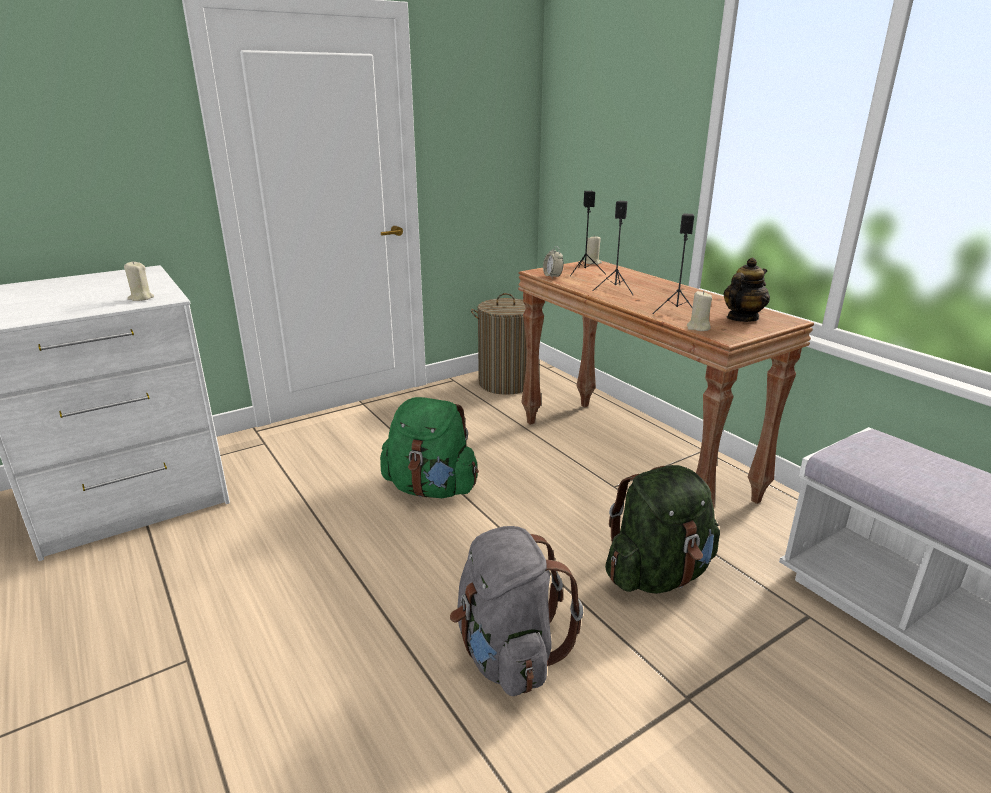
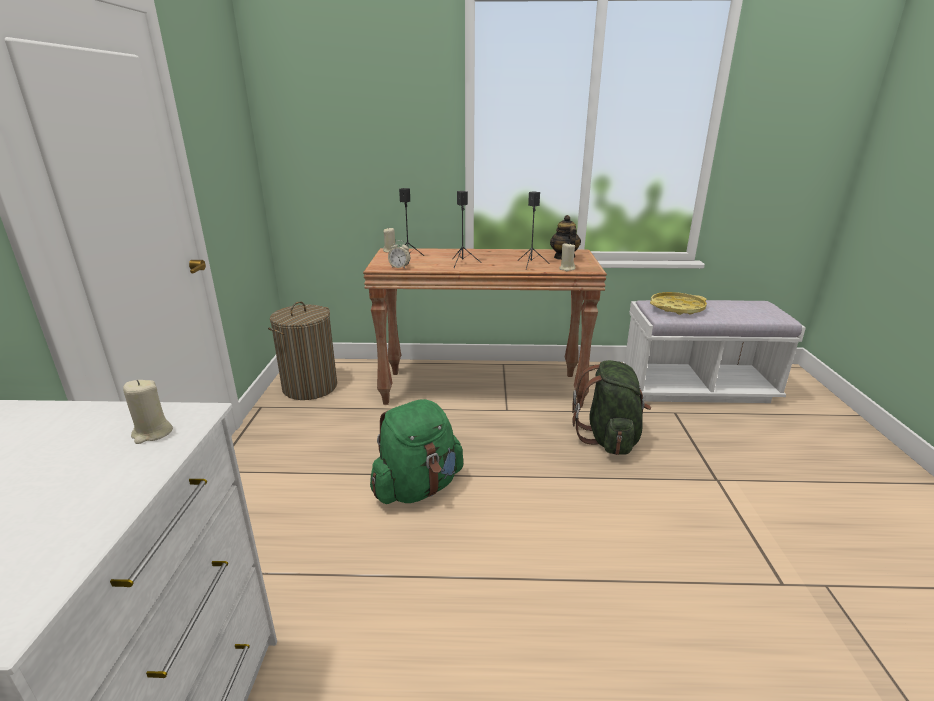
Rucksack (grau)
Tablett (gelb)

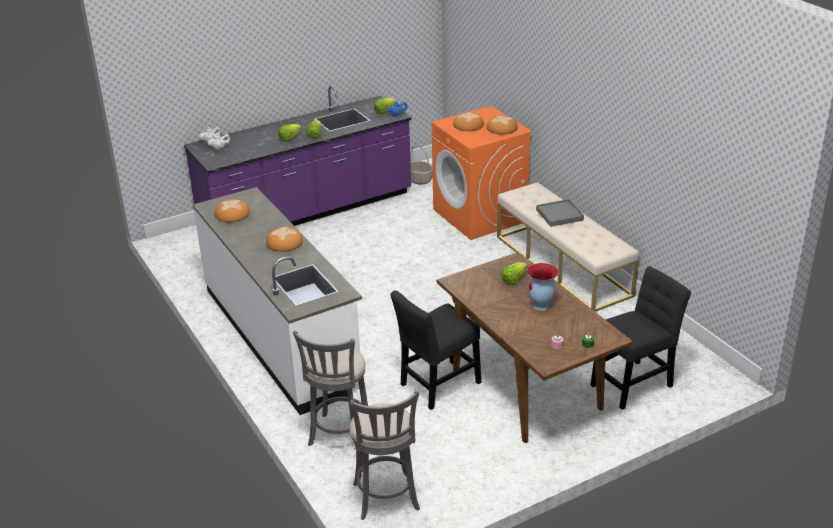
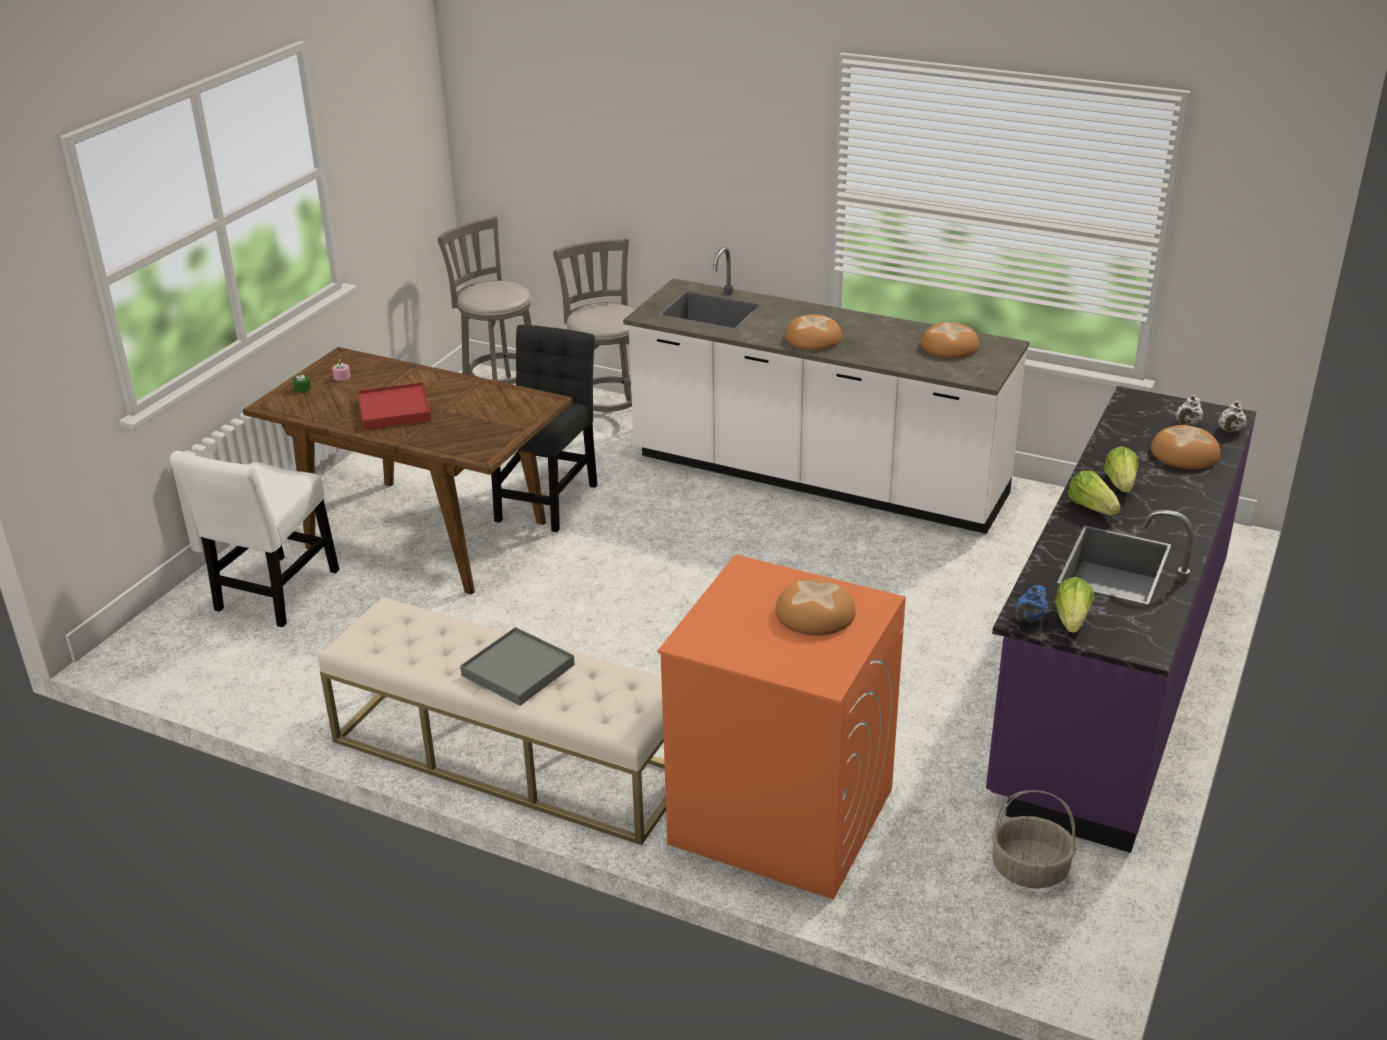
Brot (4th from left)
Salatkopf (4th from left in the first image)
Tablett (rot)
Stuhl (weiß)

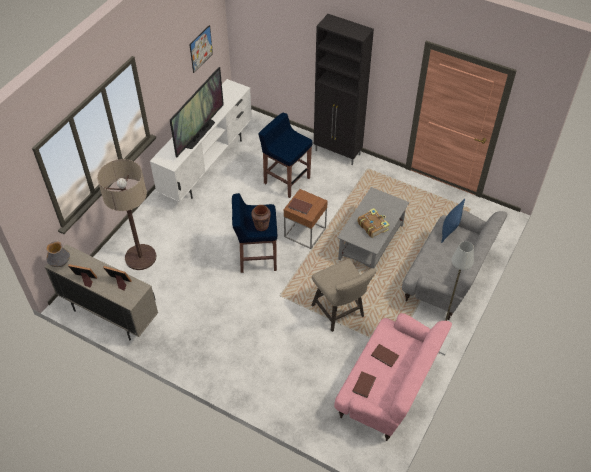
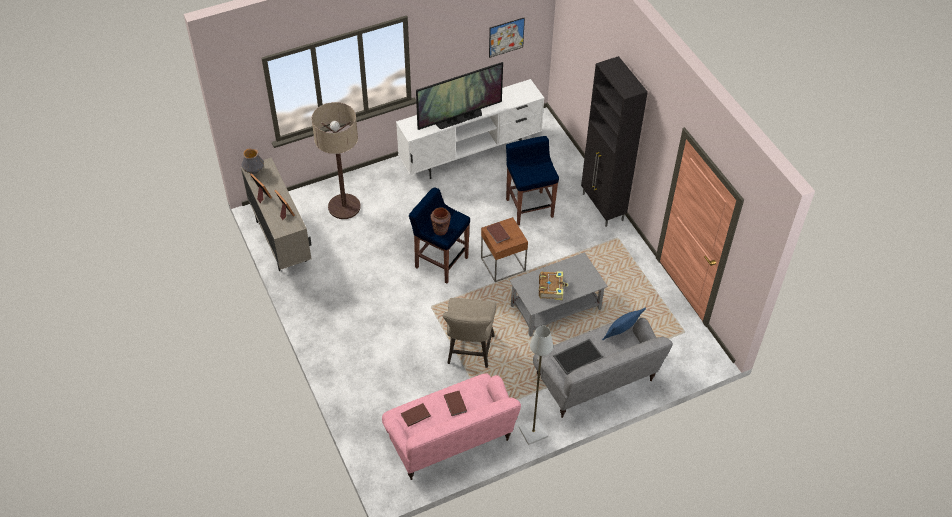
Tablett

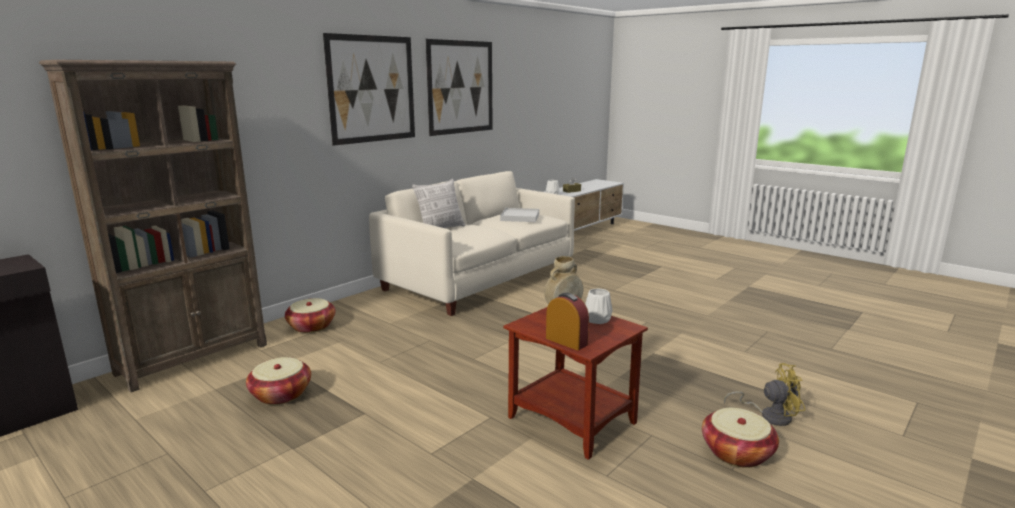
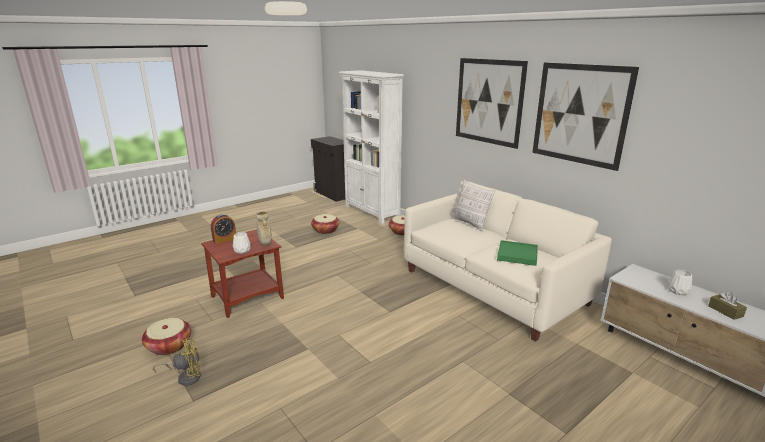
Bücherregal (weiß)
Tablett (grün)
Ventilator (gelb)

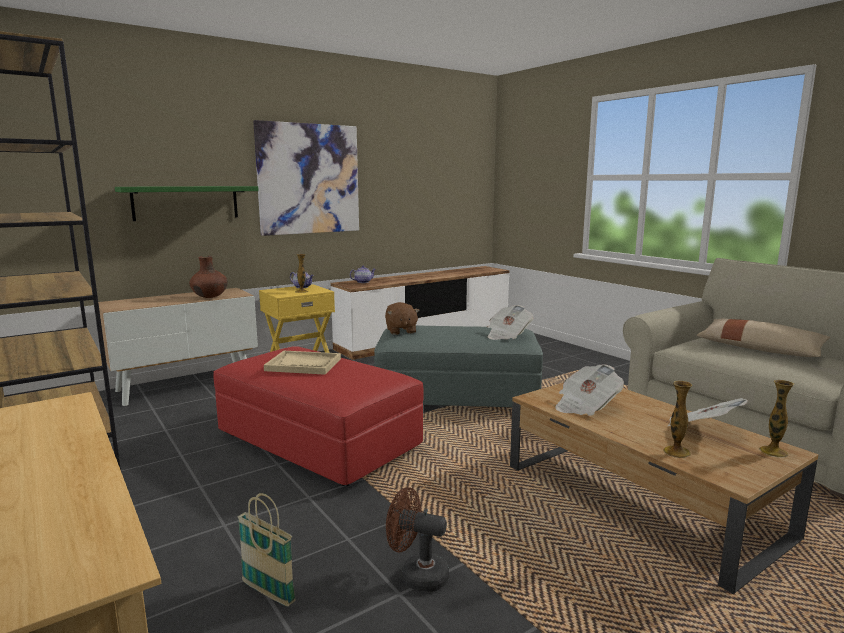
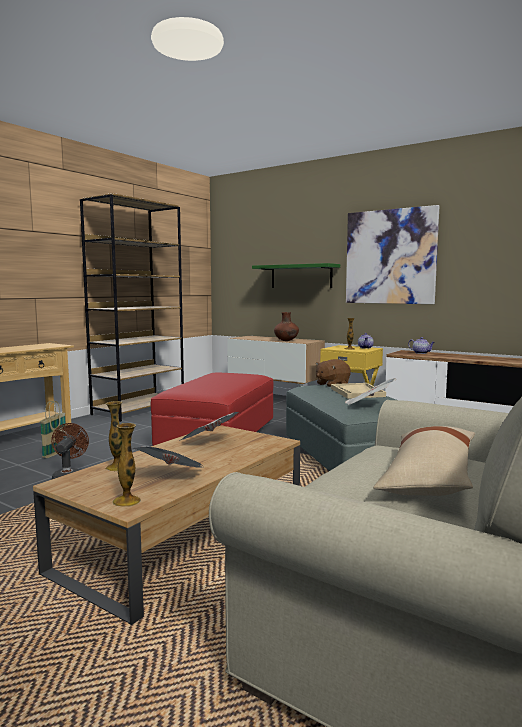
Tablett (beige)

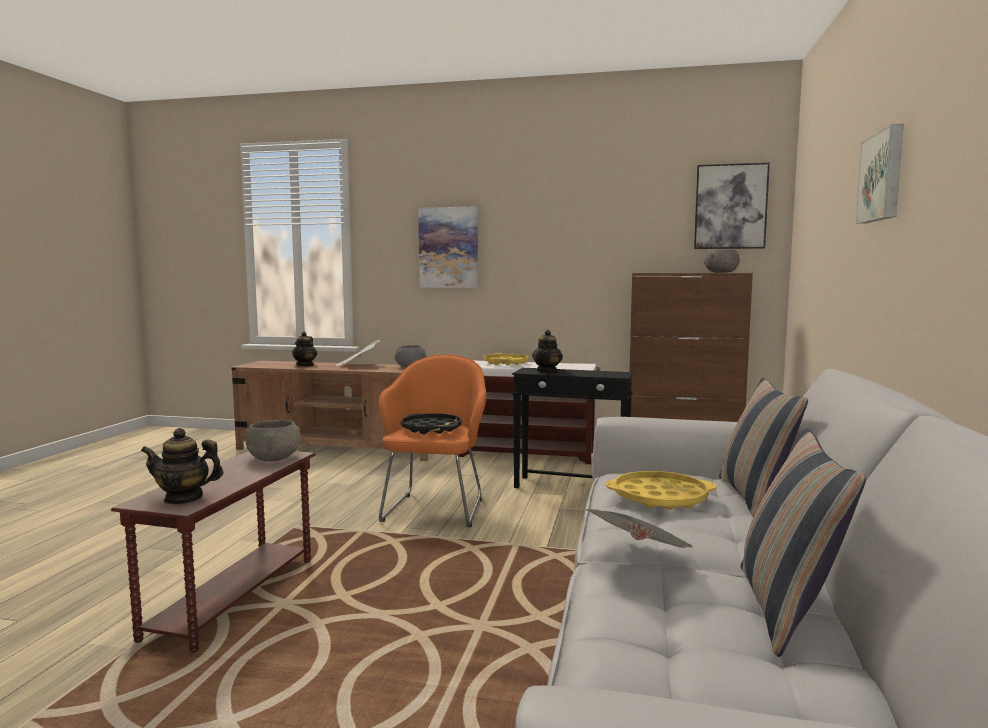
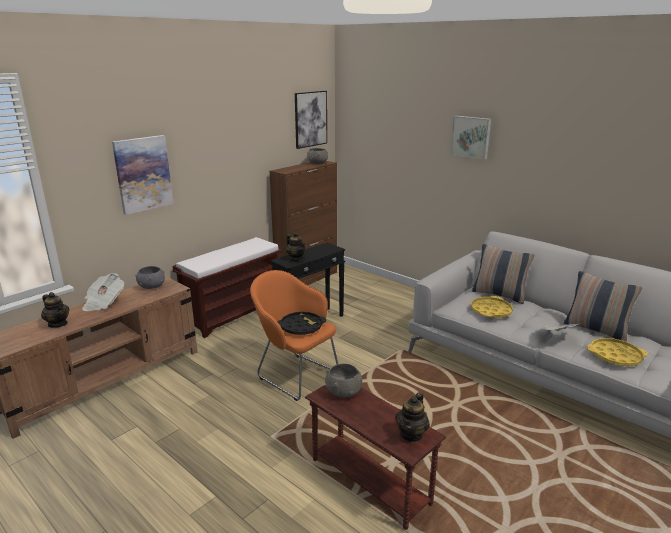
Tablett (gelb) (2nd from left)

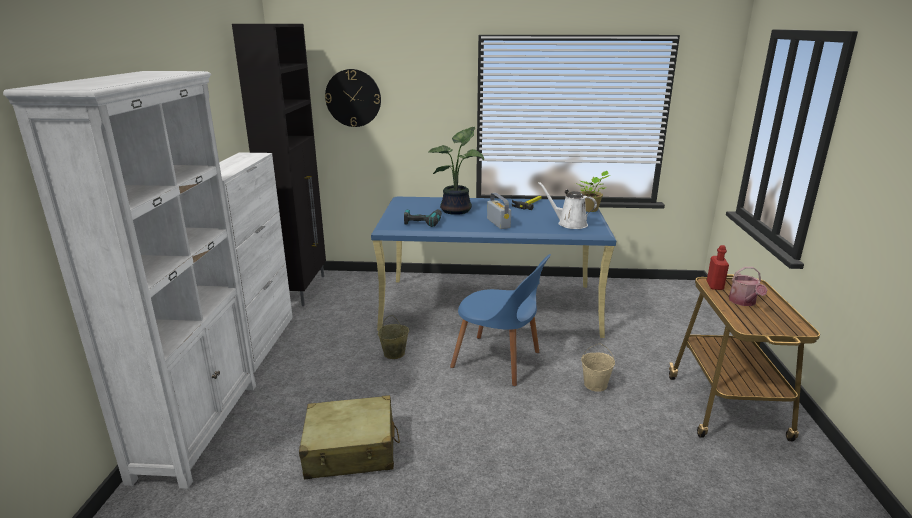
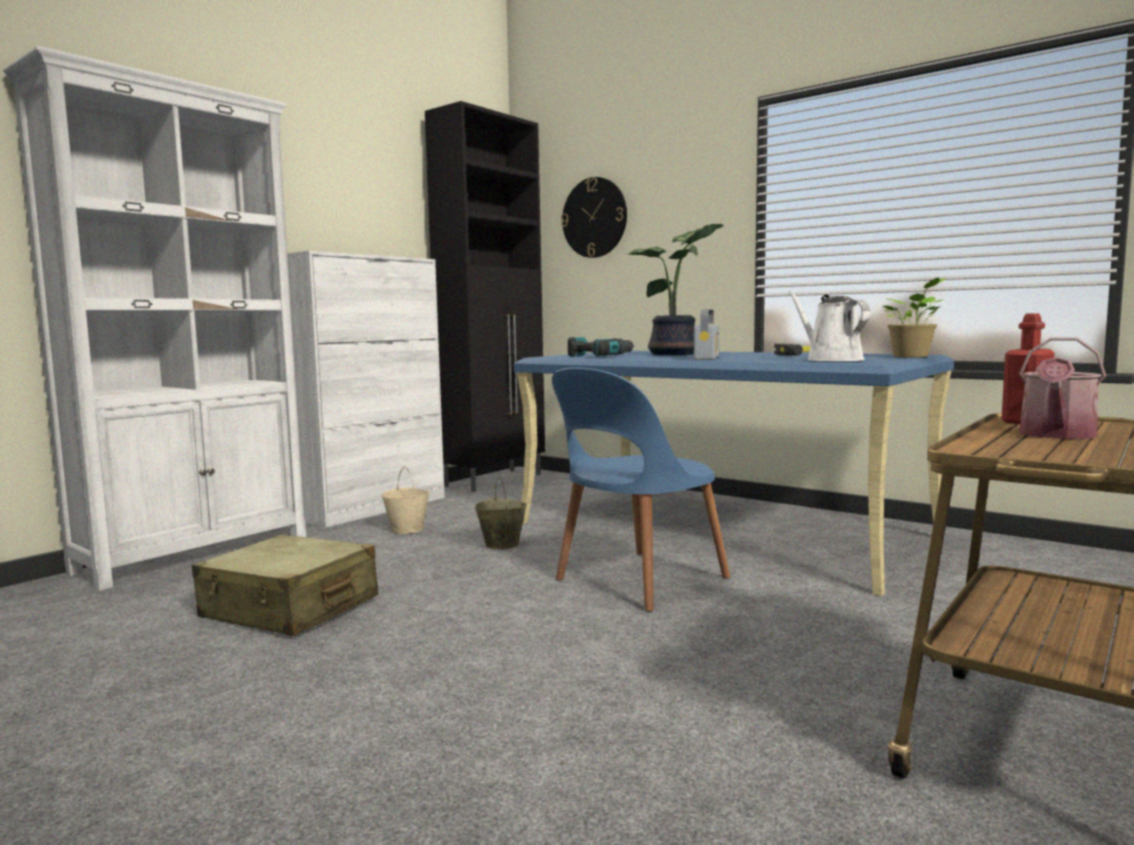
Stuhl (blau)
Eimer (beige) (1st from left)

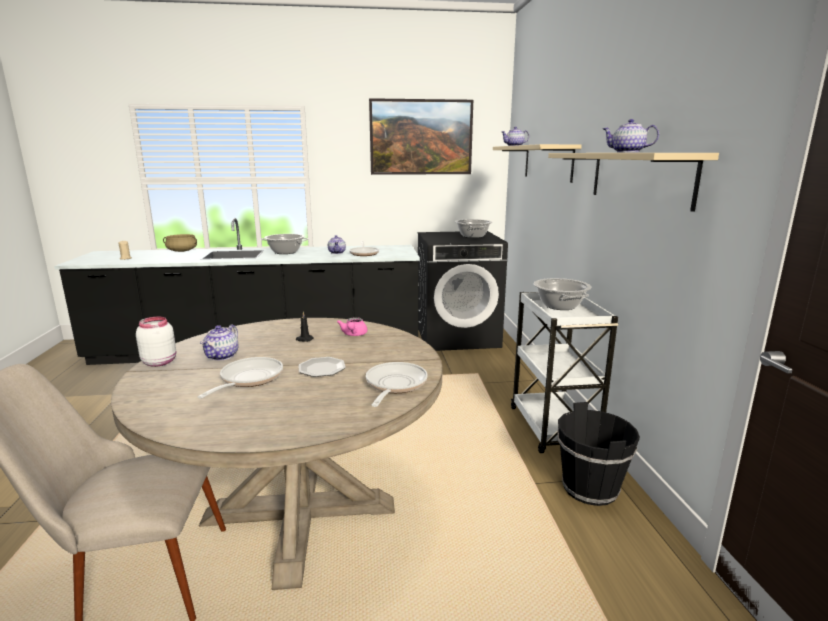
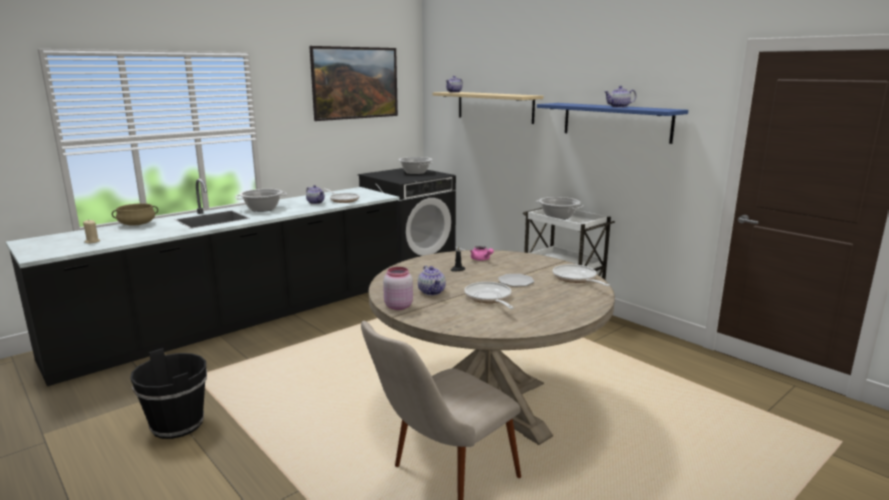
Vorratsglas (rosa)
Wandregal (blau)
Eimer (schwarz)

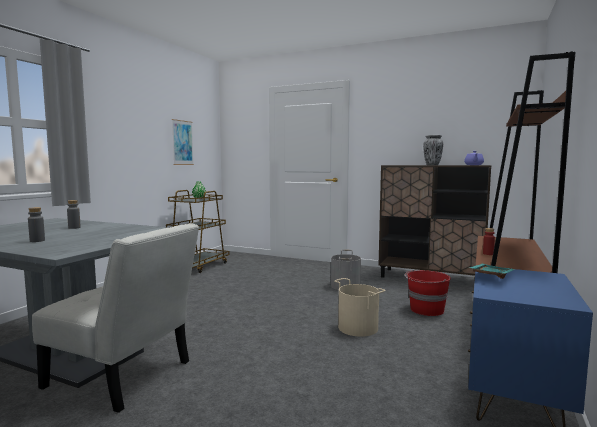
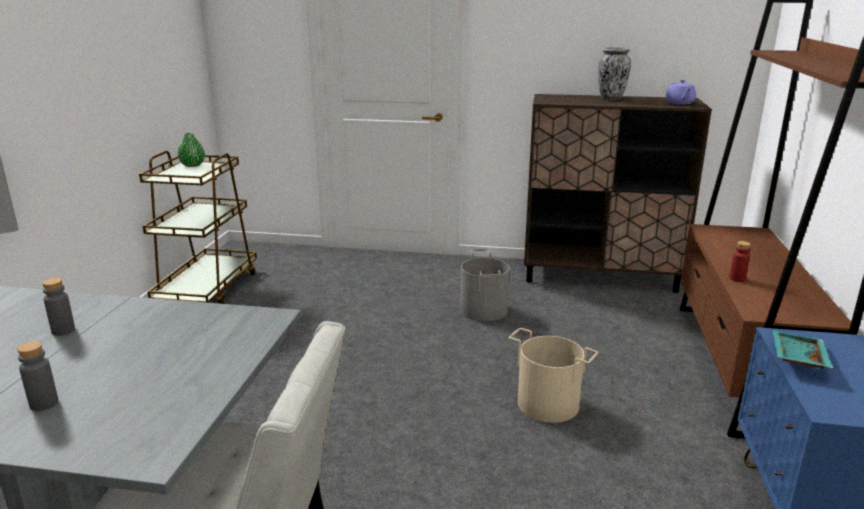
Bild
Eimer (rot)

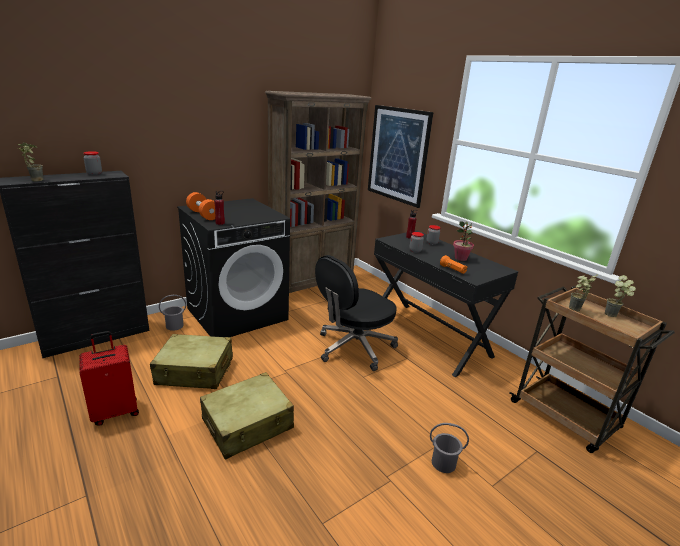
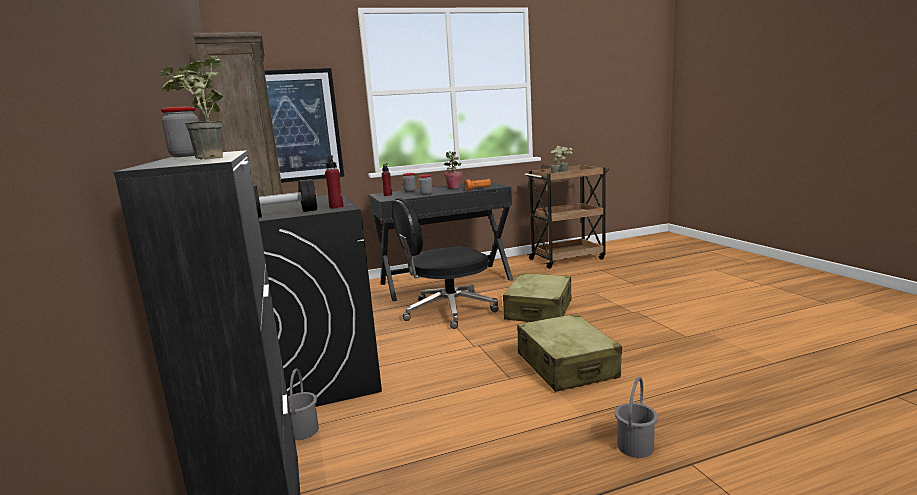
Koffer (rot)
Koffer (beige) (1st from left)
Hantel (schwarz)
Bürostuhl (schwarz)
Eimer (grau) (2nd from left)

